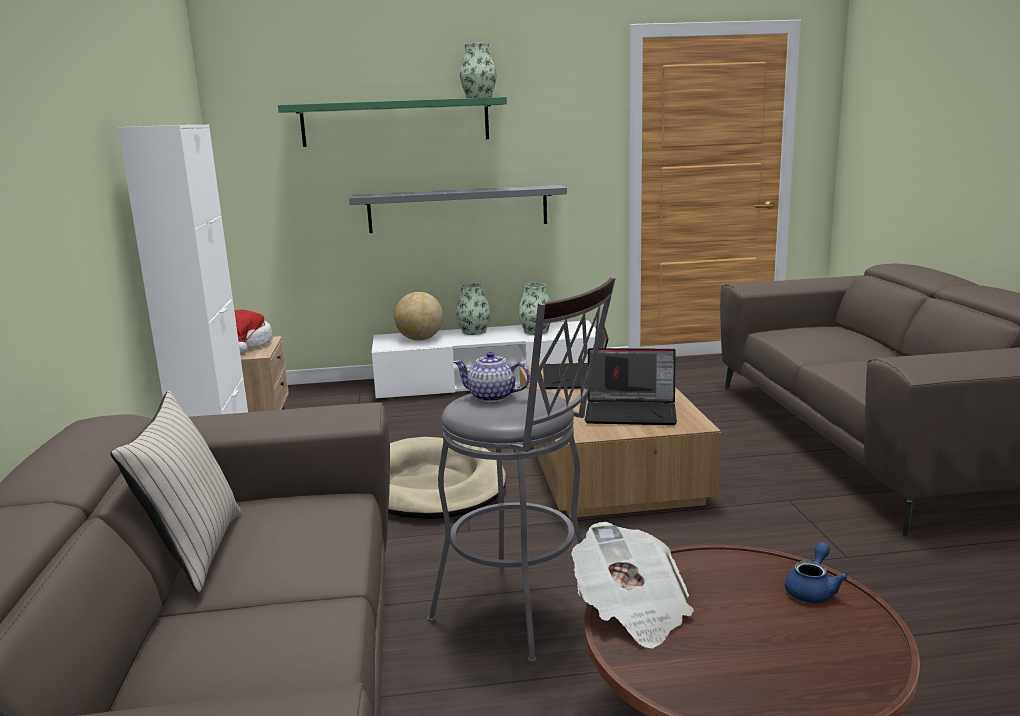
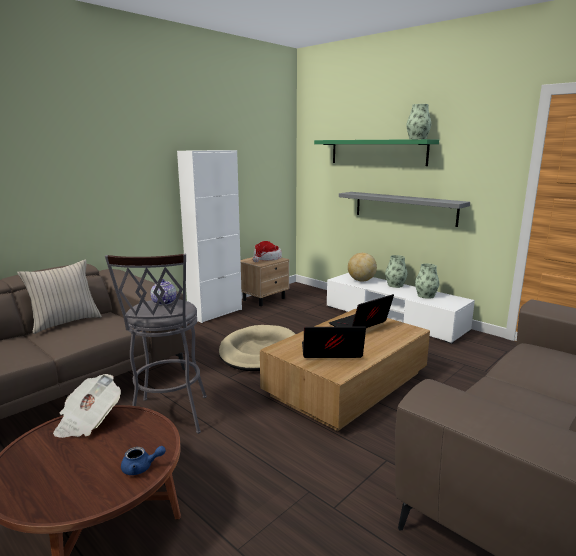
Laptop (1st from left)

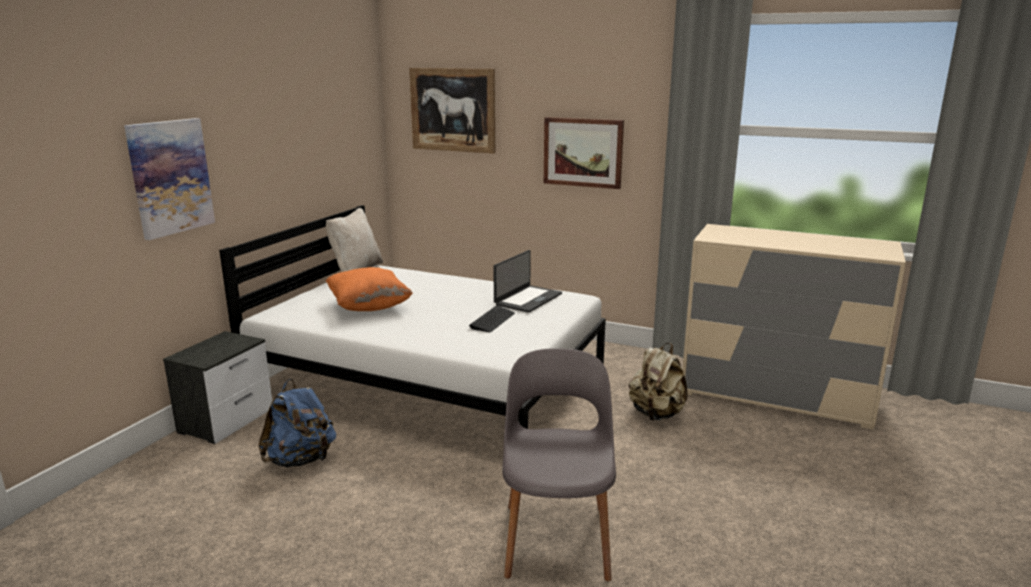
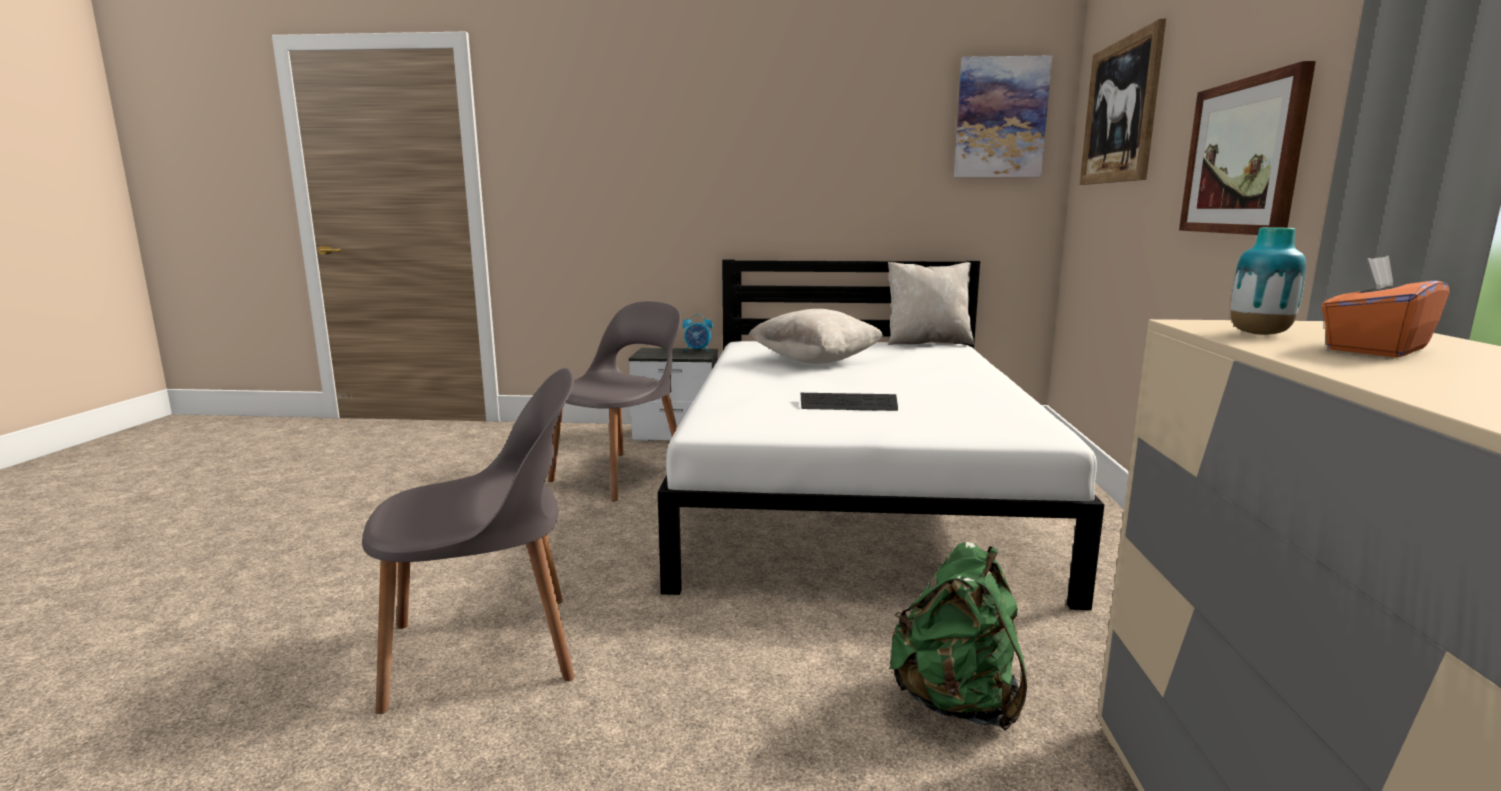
Bild (1st from left)
Stuhl (grau) (2nd from left)
Kissen (beige) (1st from left)
Laptop
Rucksack (grün)
Wecker
Vase
Taschentuchbox (orange)

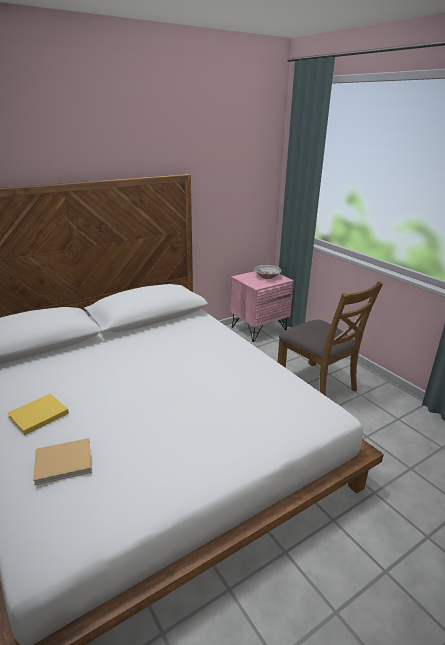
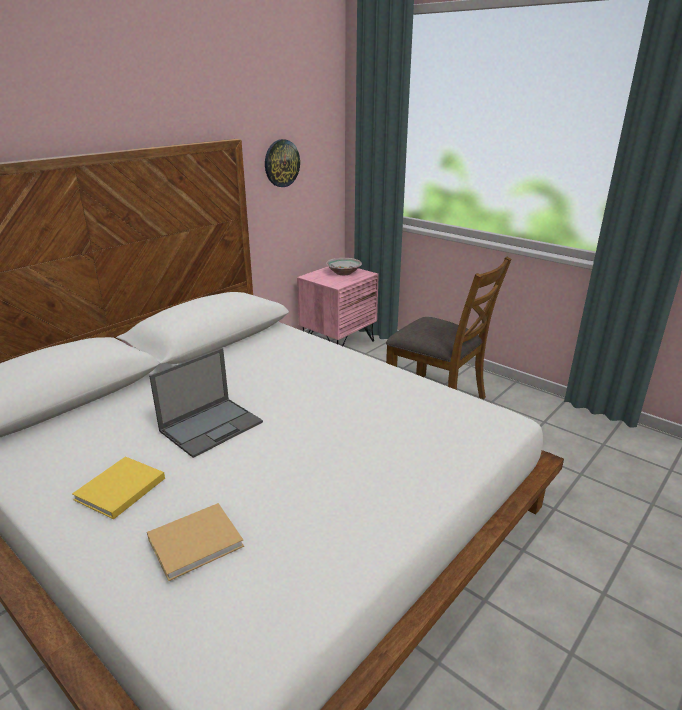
Laptop
Wanduhr

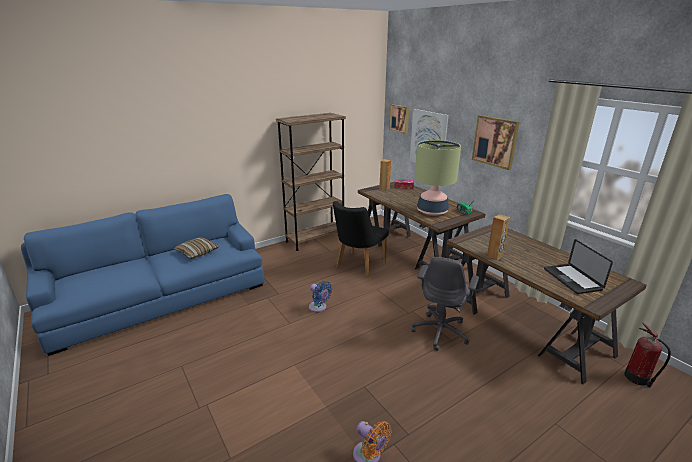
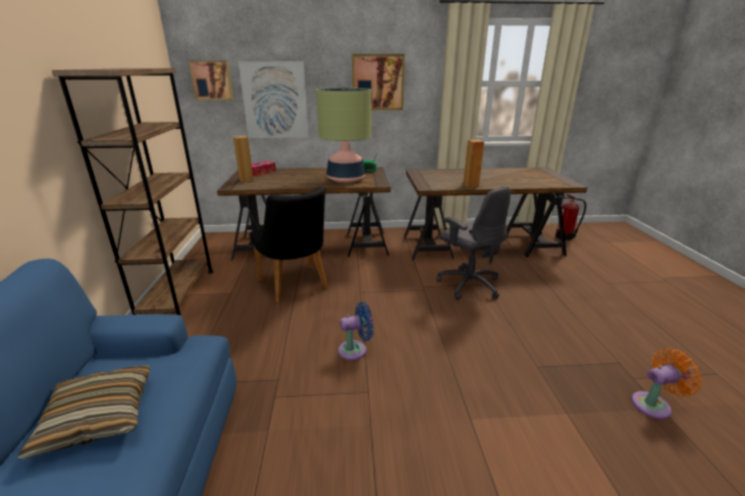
Laptop

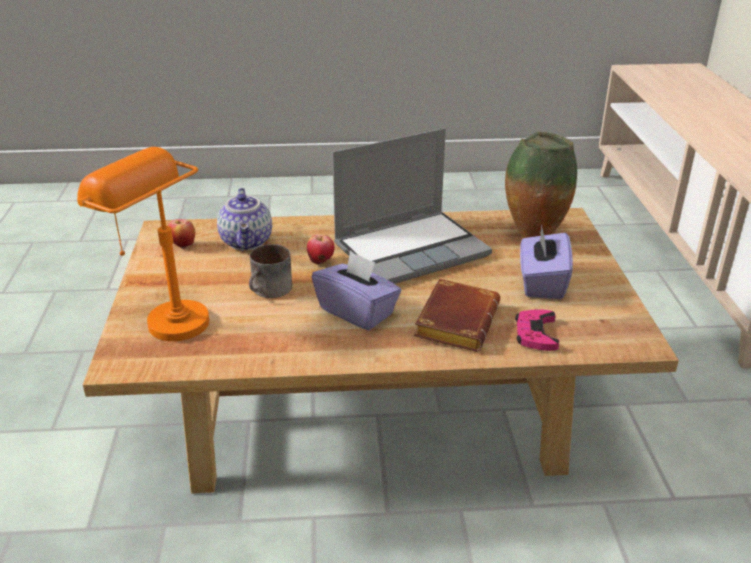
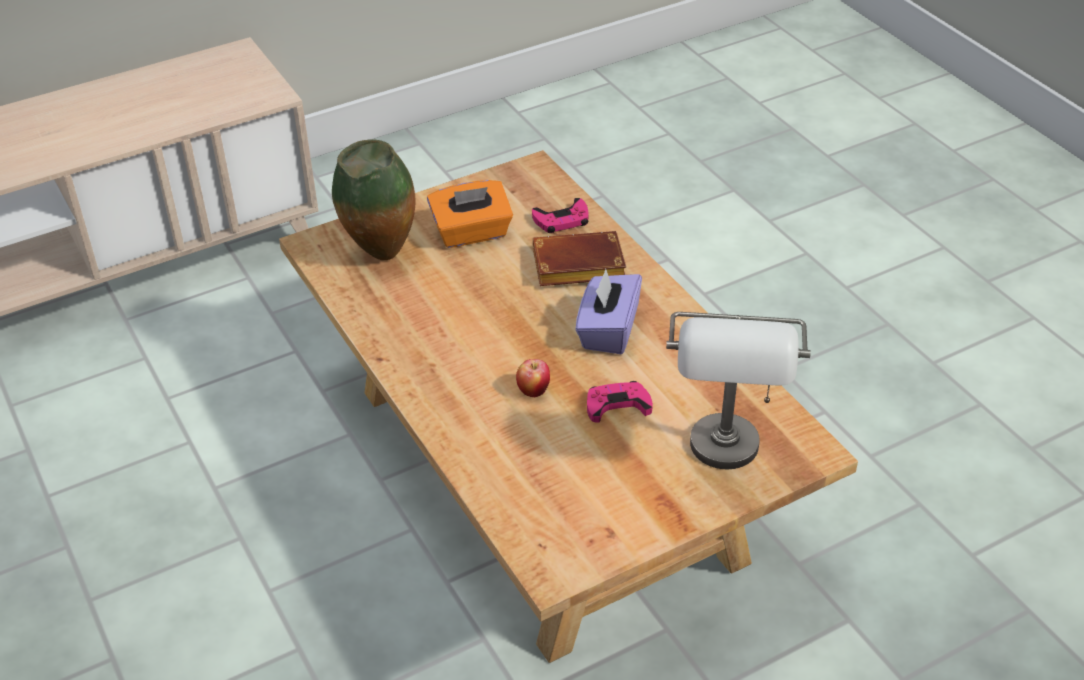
Tischlampe (grau)
Apfel (1st from left in the first image)
Teekanne
Gamepad (rosa) (2nd from left)
Laptop
Taschentuchbox (orange)

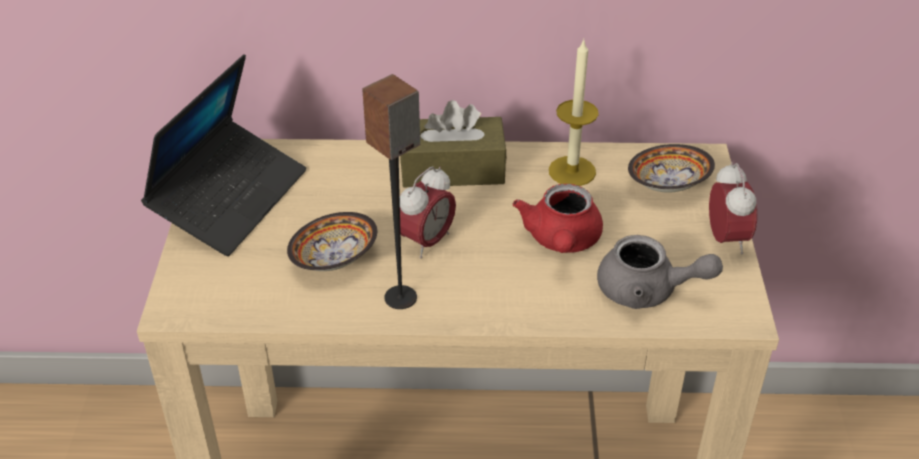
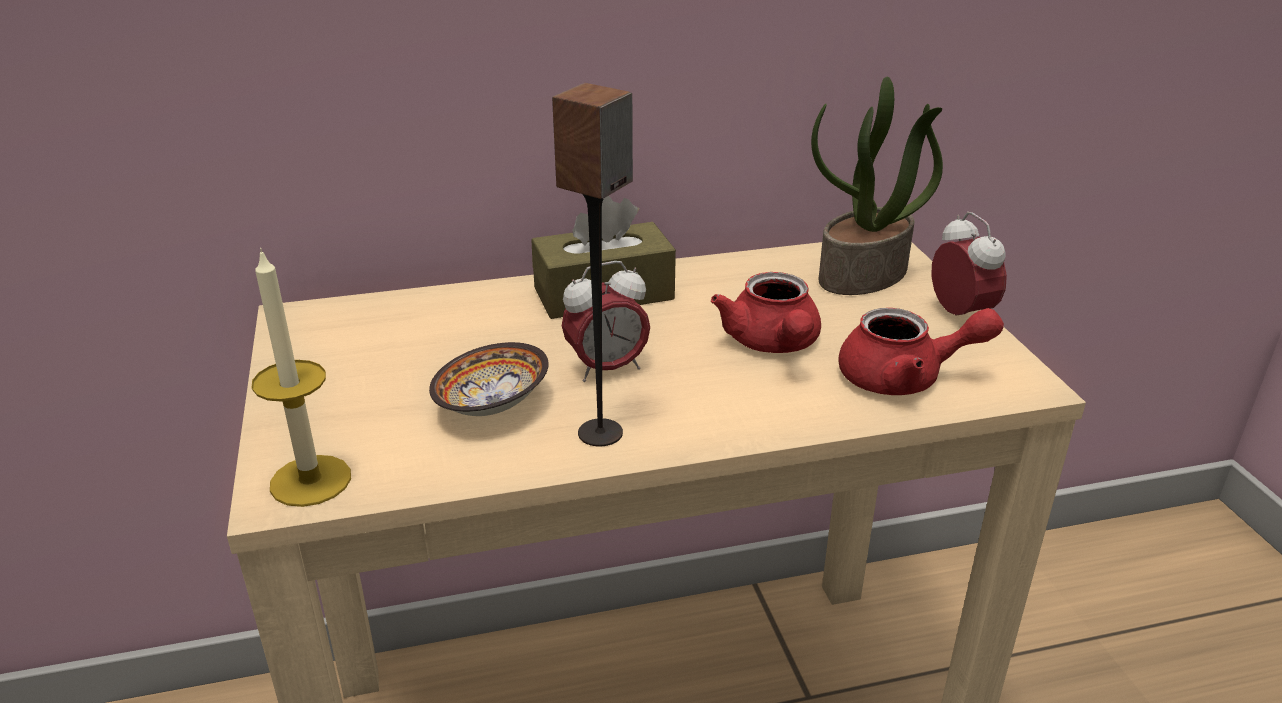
Laptop
Wecker (1st from left)
Kerze
Teekanne (rot) (2nd from left)
Topfpflanze

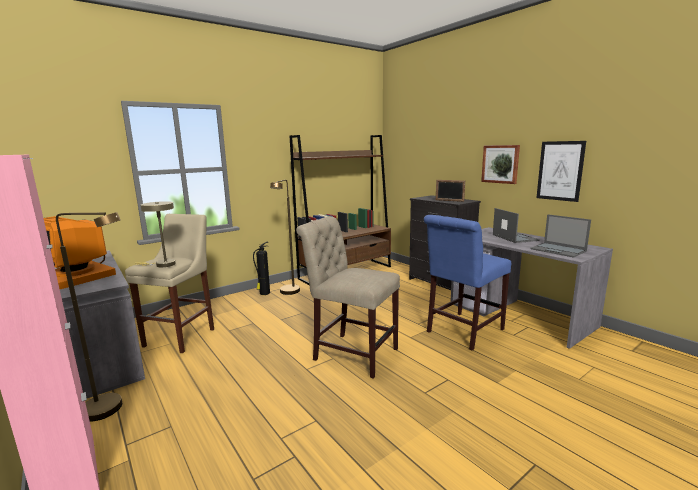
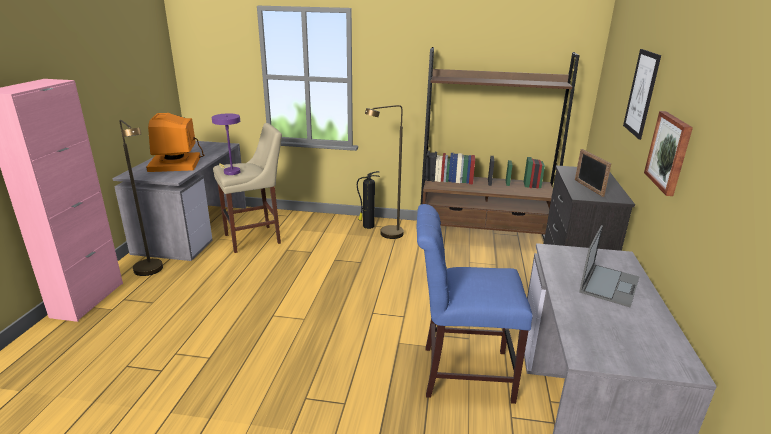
Tischlampe (lila)
Stuhl (beige)
Laptop (2nd from left in the first image)
Bild (1st from left)

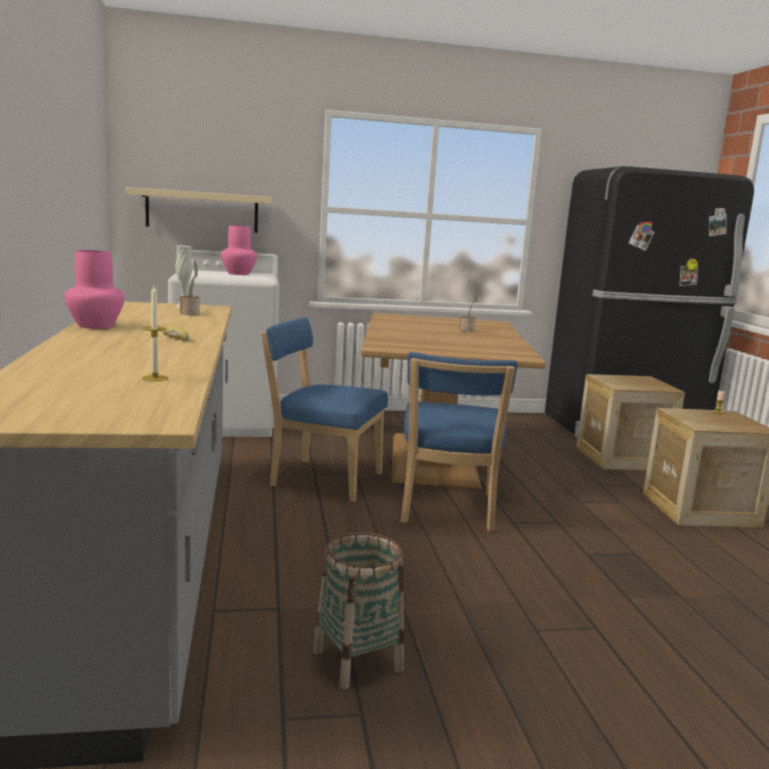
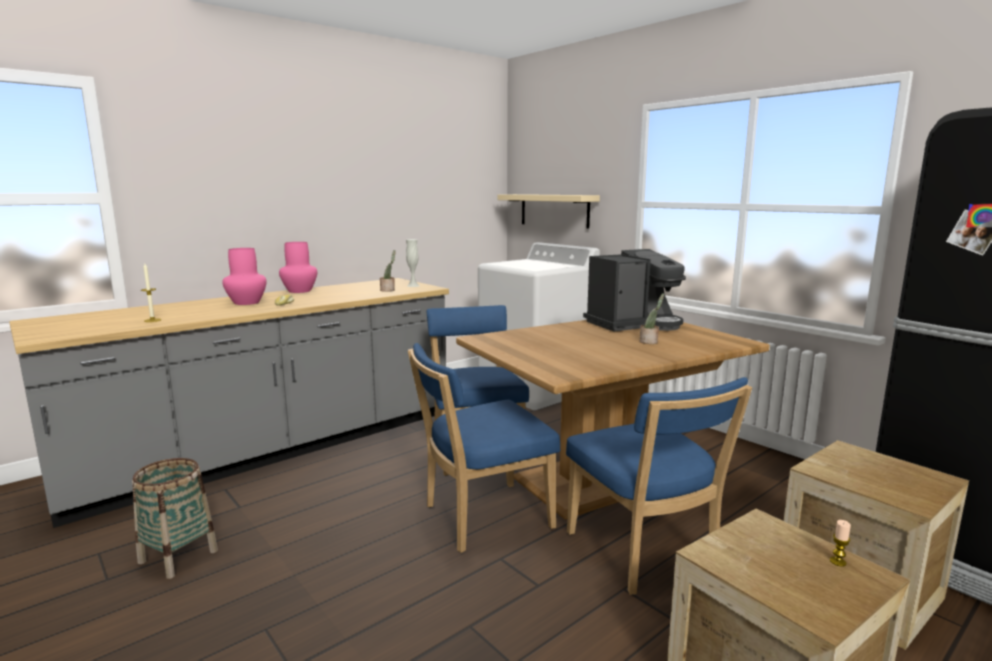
Vase (rosa) (1st from left)
Stuhl (blau) (3rd from left)
Kaffeemaschine

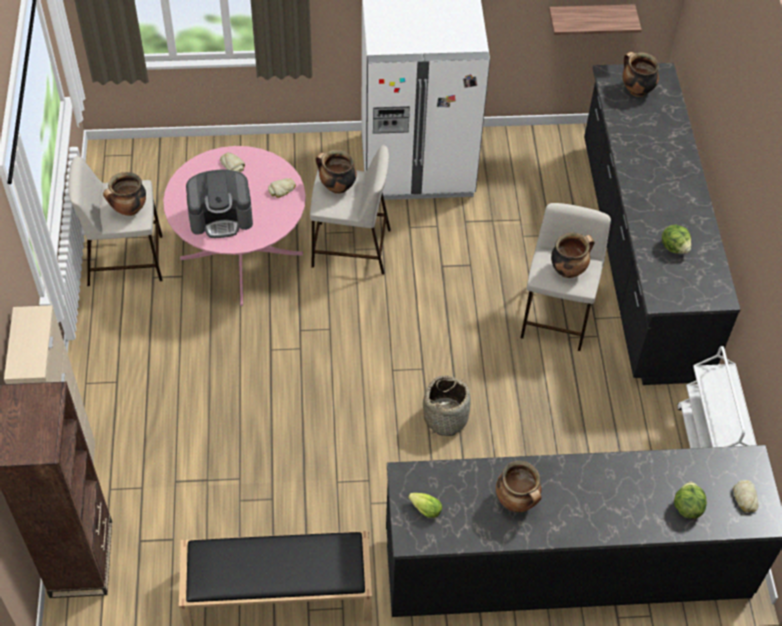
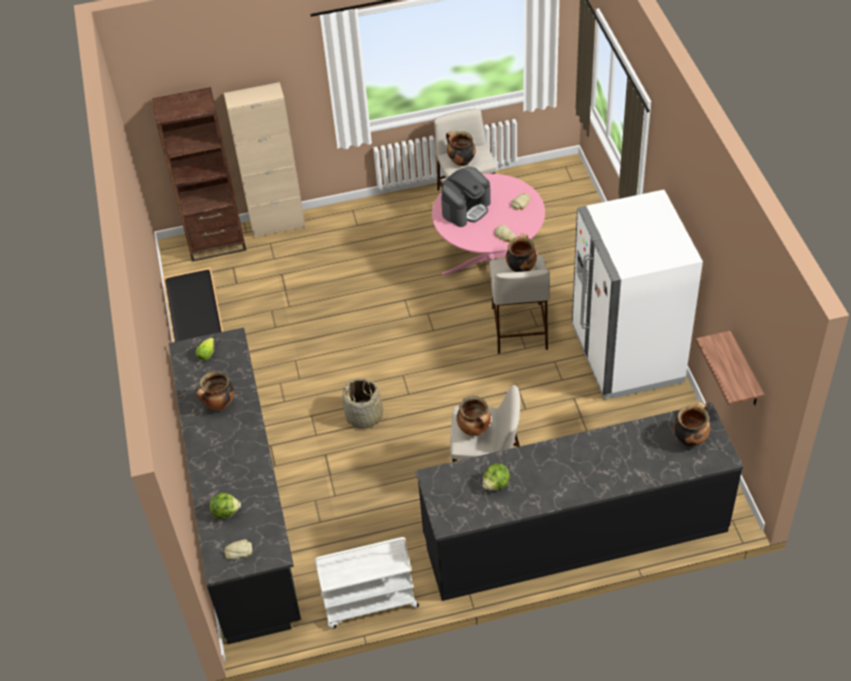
Kaffeemaschine

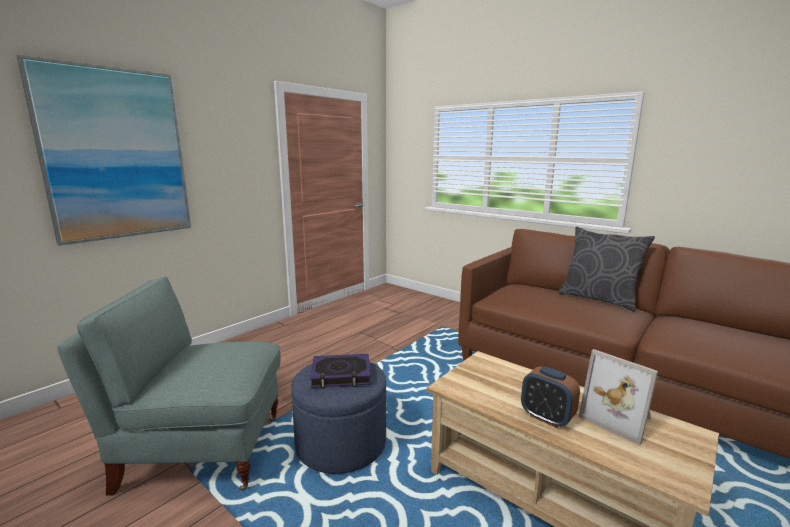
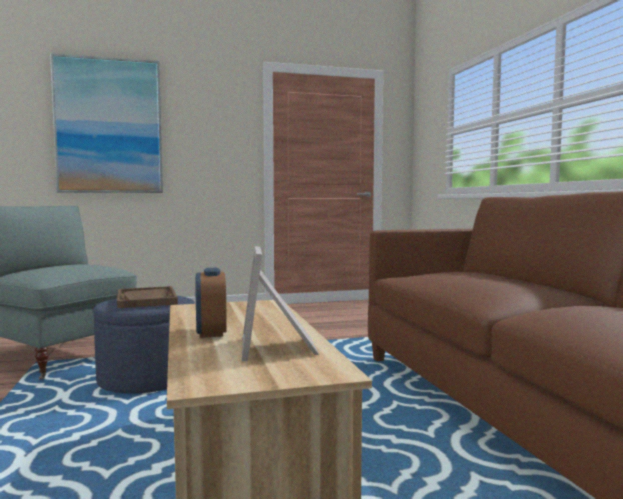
Tablett (braun)
Kissen (grau)

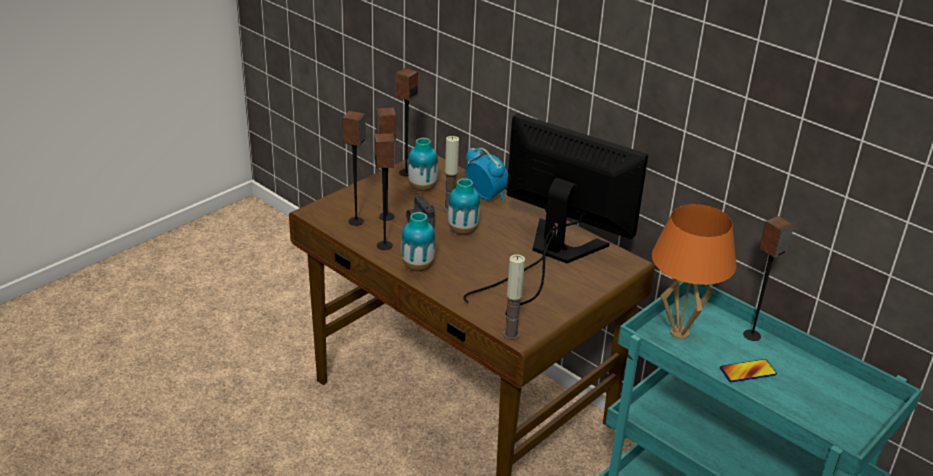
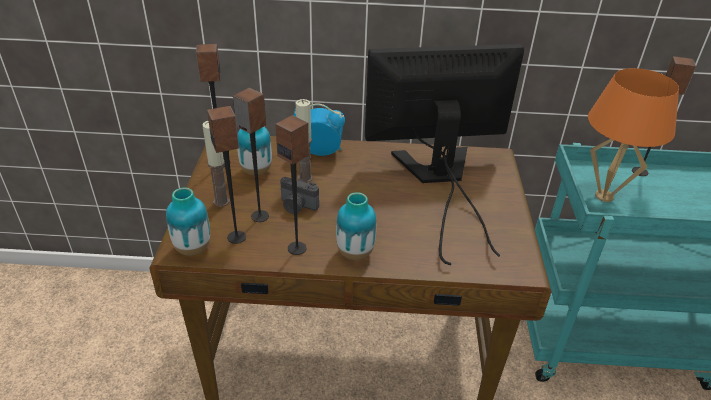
Vase (1st from left)
Kerze (1st from left)
Handy

